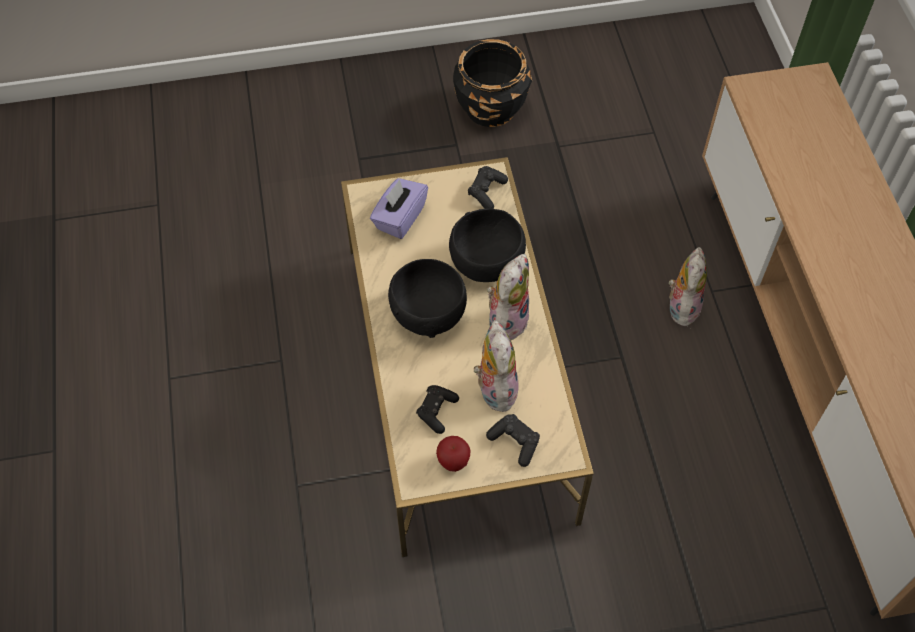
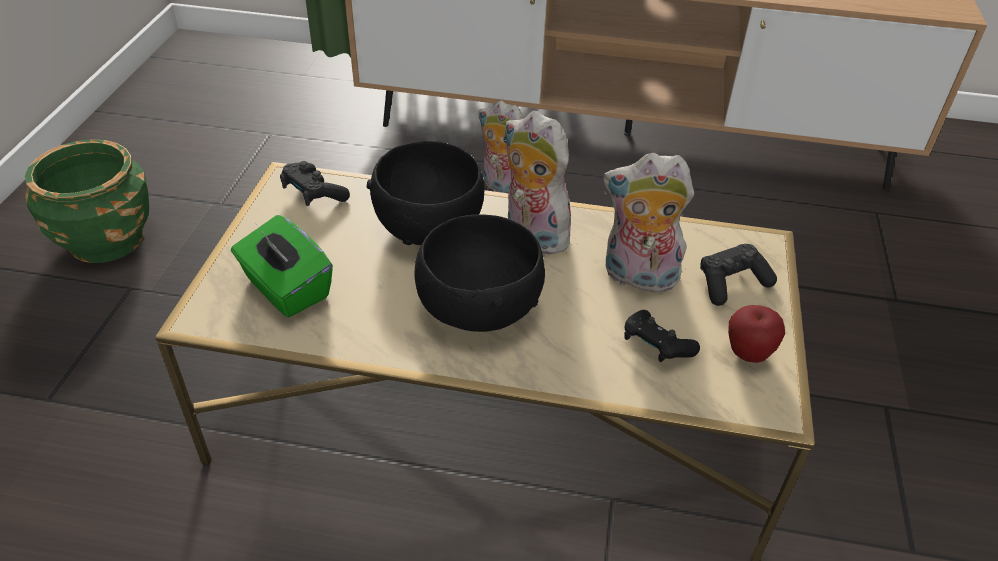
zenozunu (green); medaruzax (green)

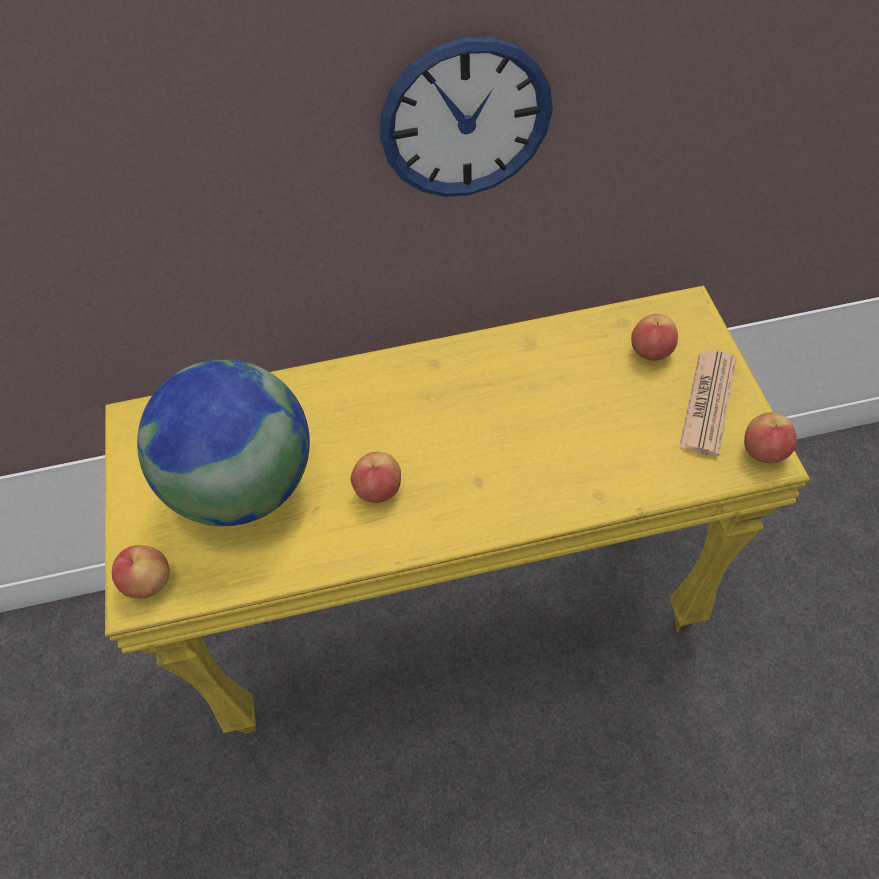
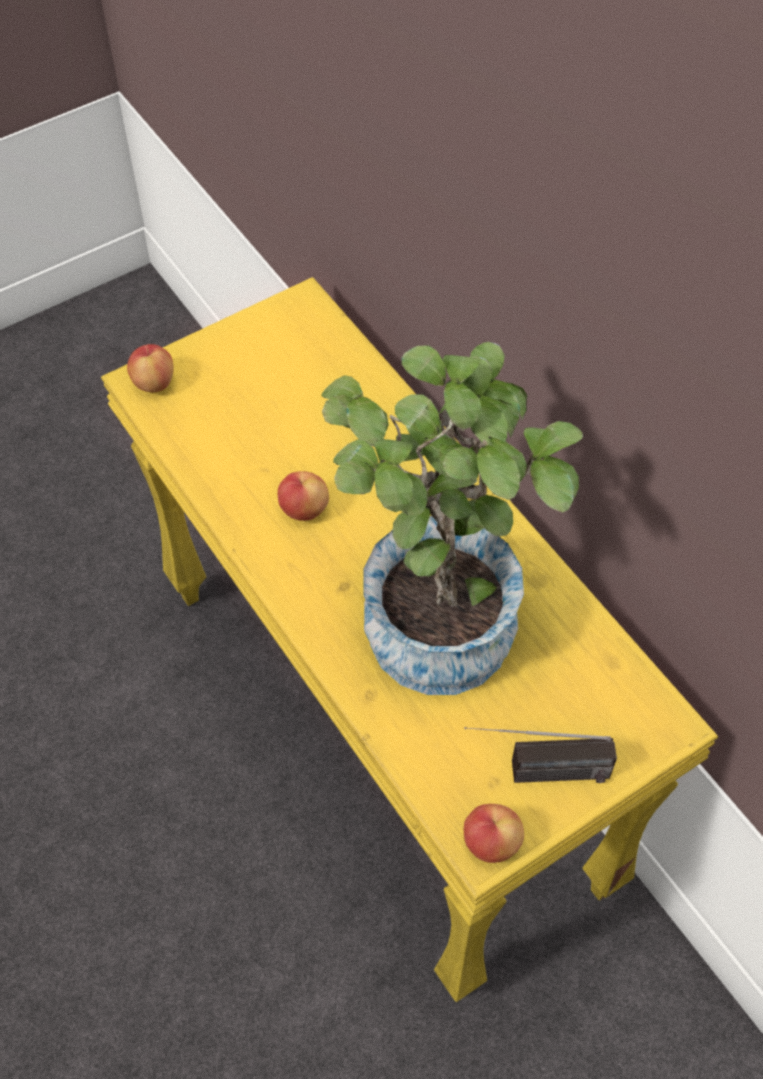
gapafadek; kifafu; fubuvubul (no. 3 from left in the first image); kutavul; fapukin

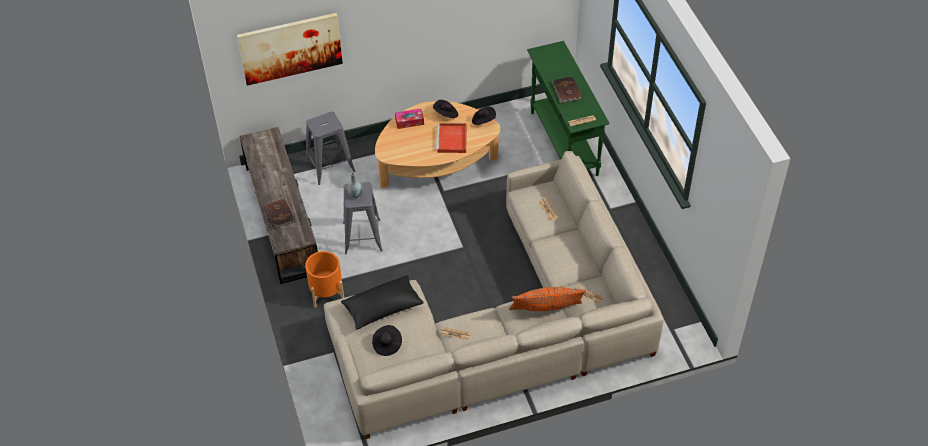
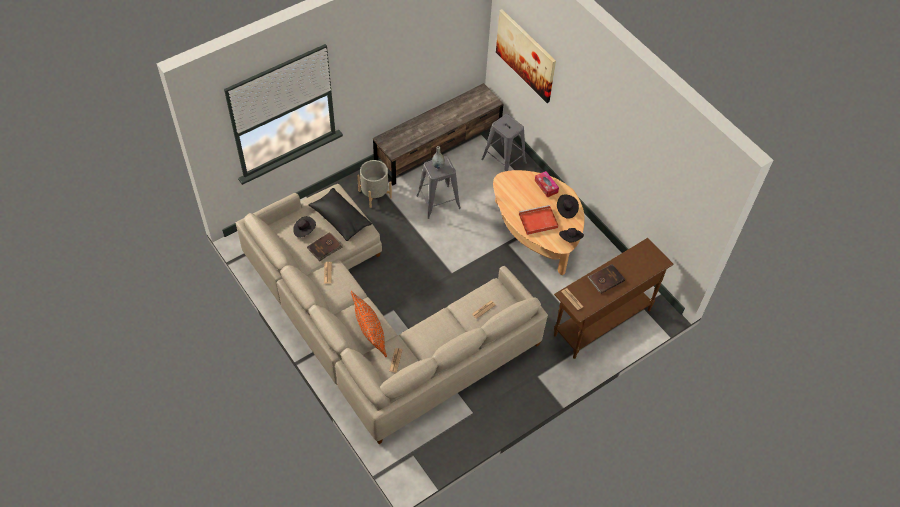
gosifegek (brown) (no. 1 from left); medaruzax (grey); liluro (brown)

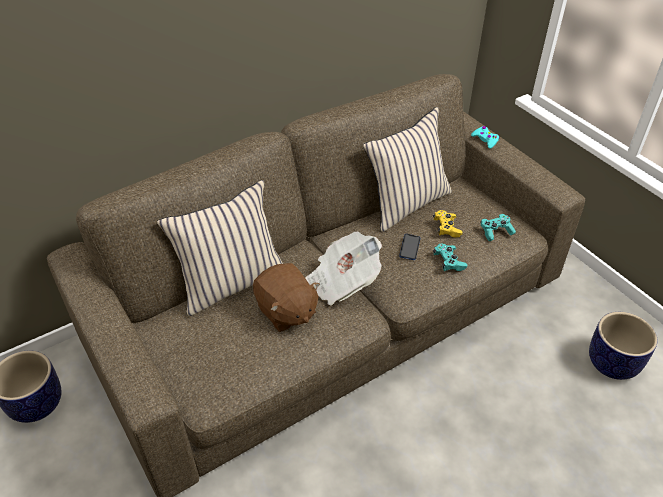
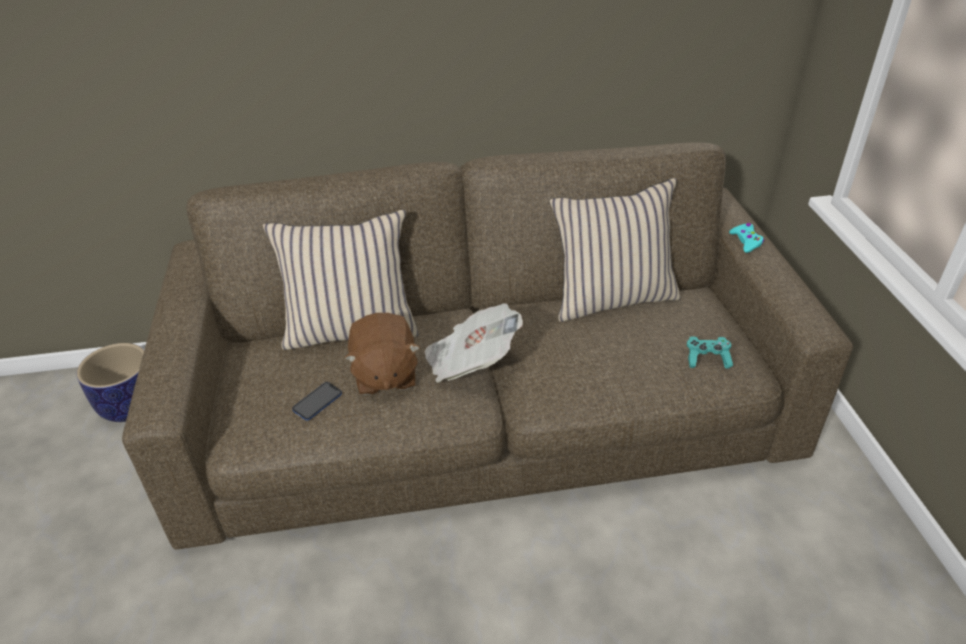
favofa; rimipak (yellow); rimipak (turquoise) (no. 1 from left in the first image); medaruzax (no. 2 from left in the first image)

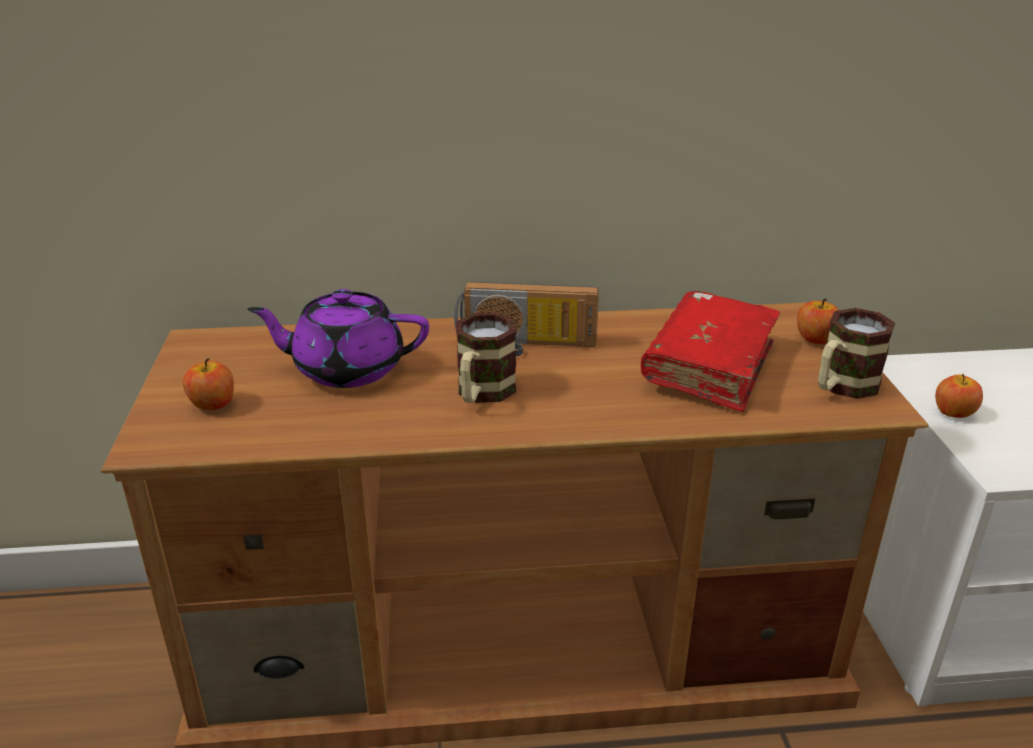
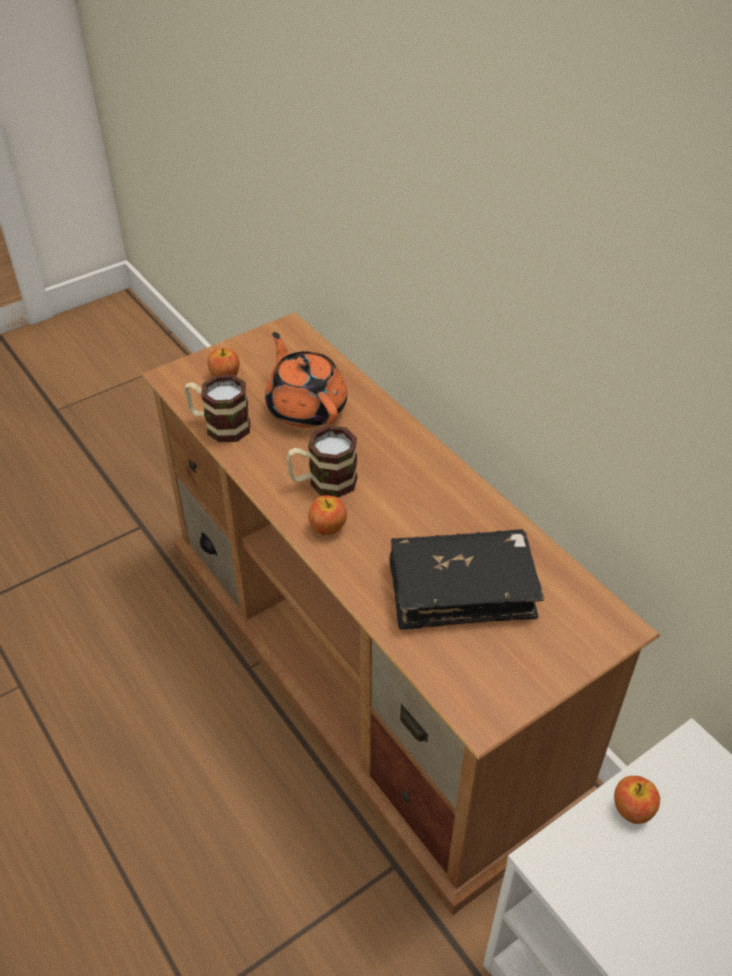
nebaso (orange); kutavul; gosifegek (black); fubuvubul (no. 2 from left); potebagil (no. 1 from left)

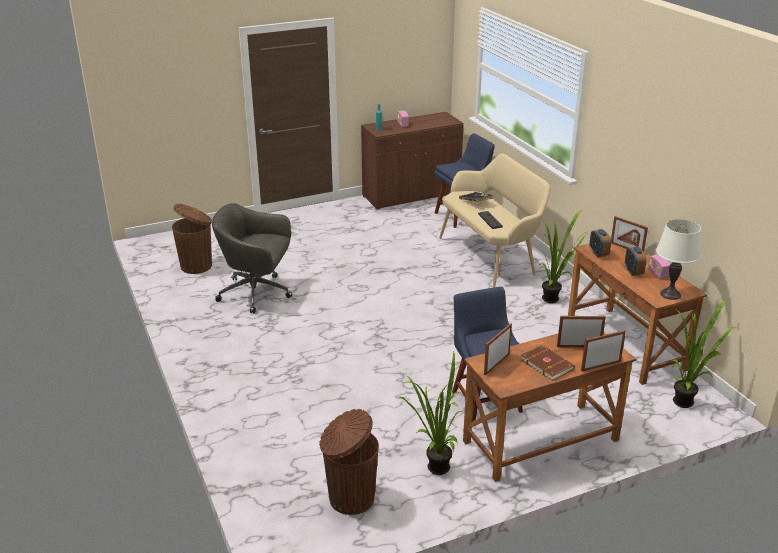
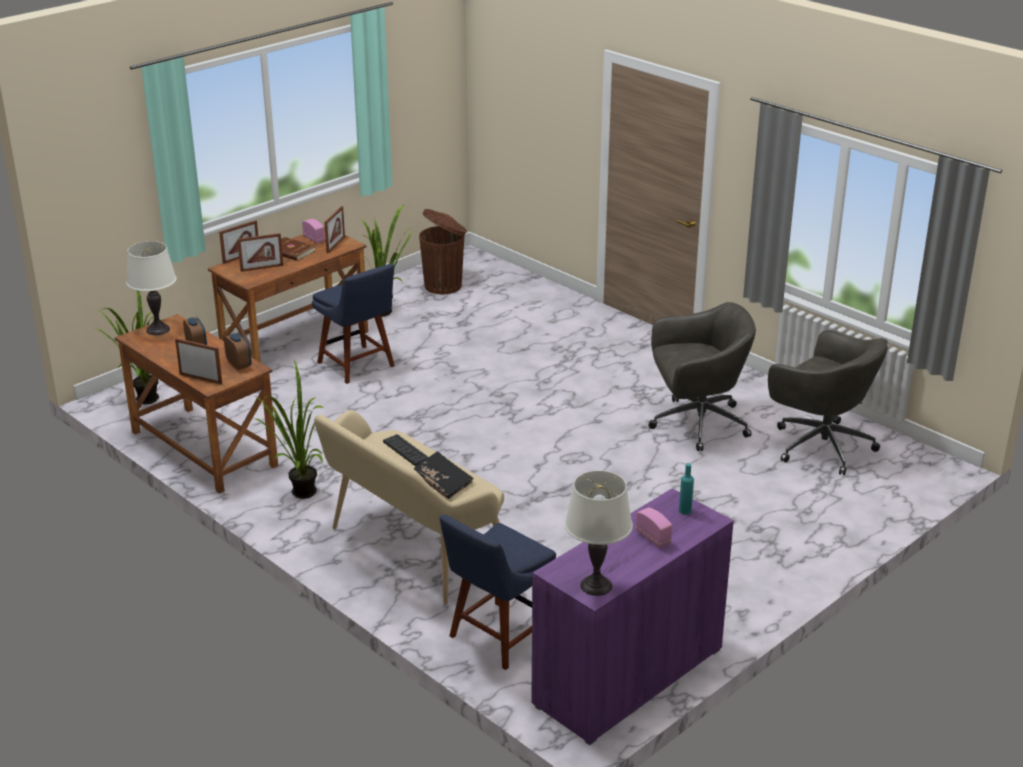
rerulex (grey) (no. 2 from left); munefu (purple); kutavul (no. 1 from left); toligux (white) (no. 2 from left)

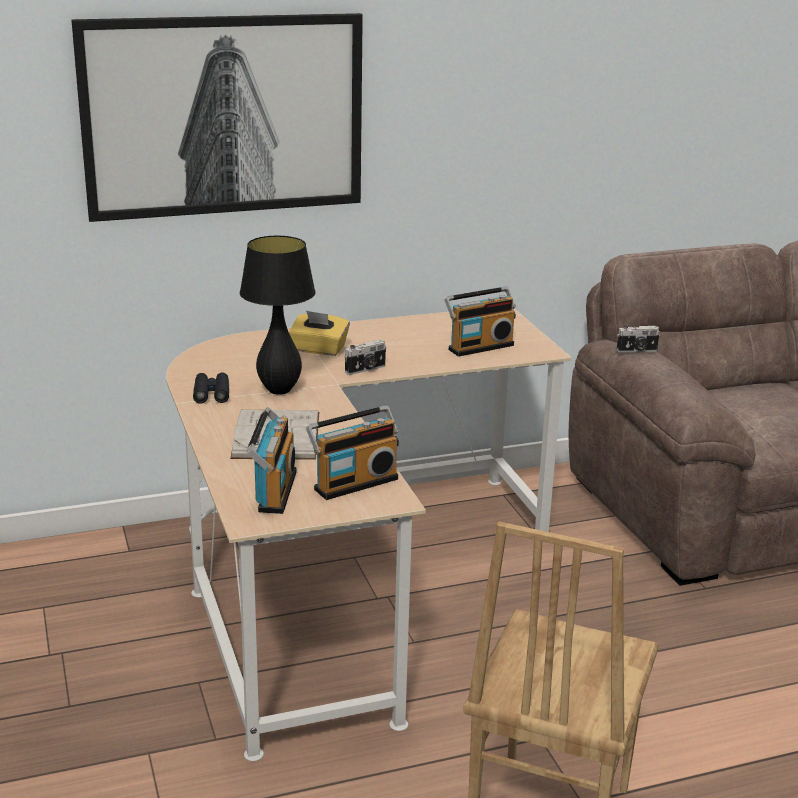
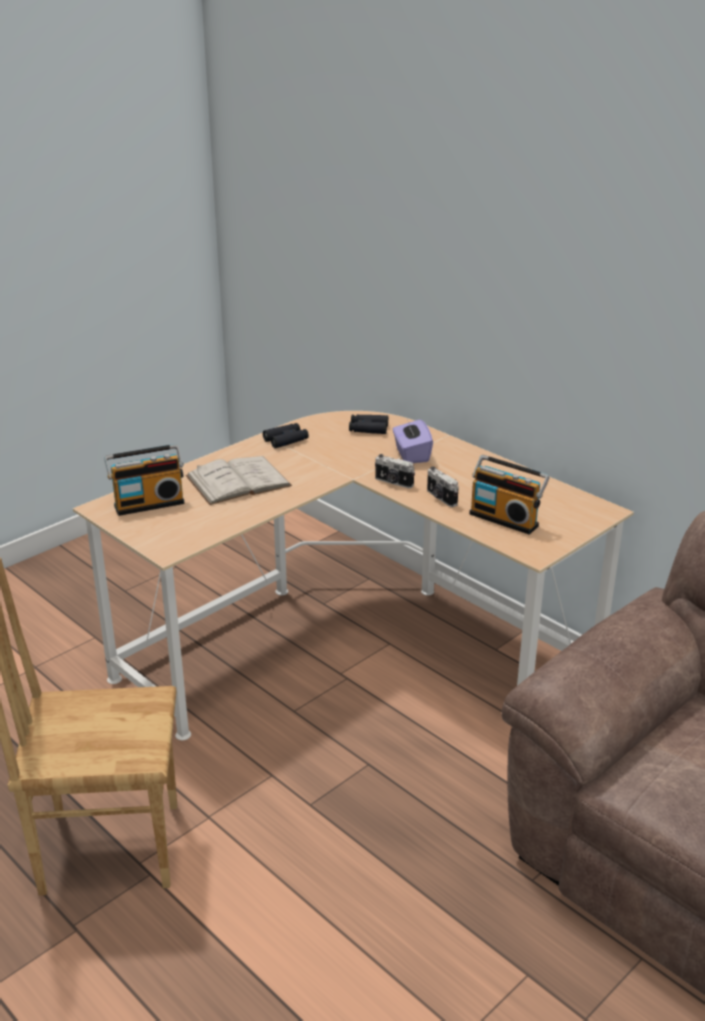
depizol; toligux (black); zenozunu (purple); kutavul (no. 2 from left in the first image); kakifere (no. 2 from left); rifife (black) (no. 2 from left)

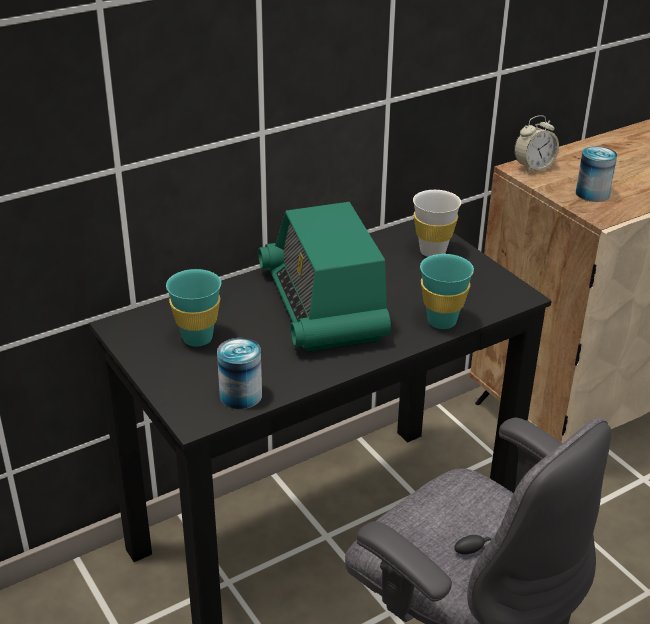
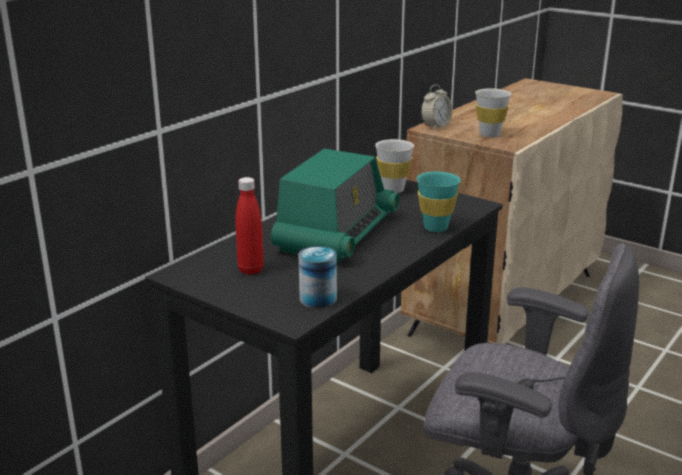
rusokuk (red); kutavul; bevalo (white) (no. 2 from left)

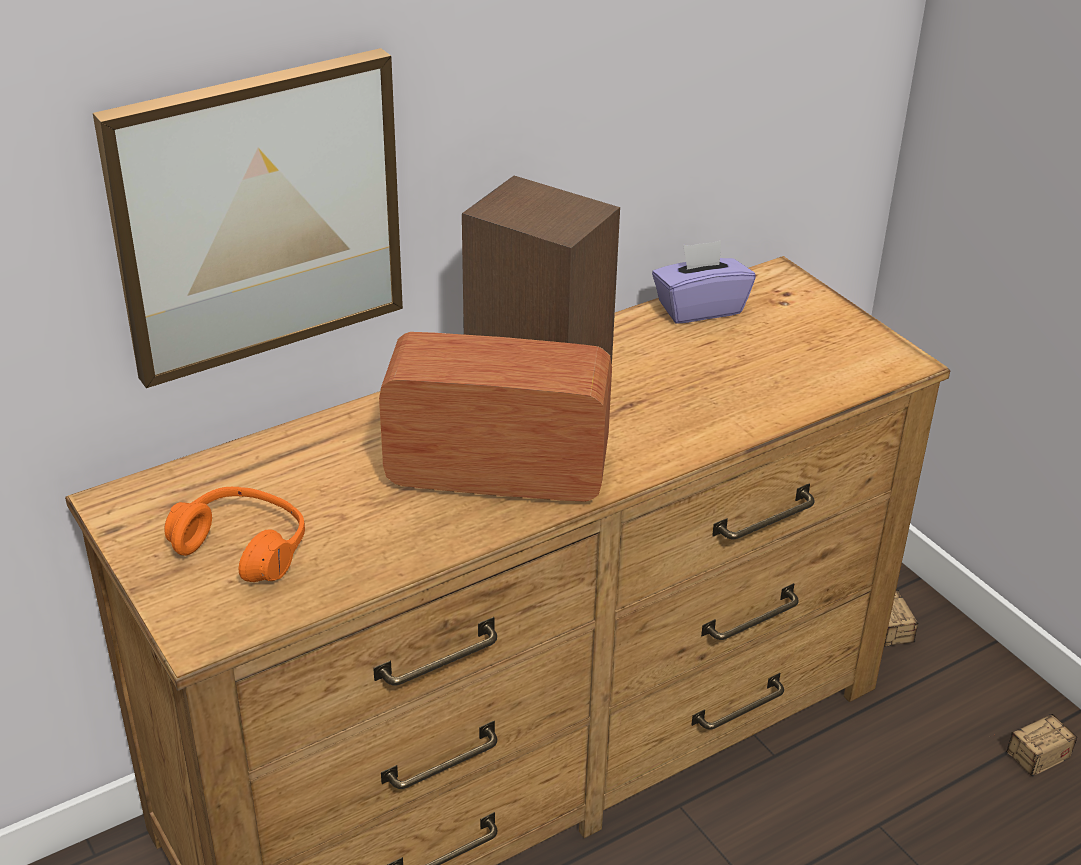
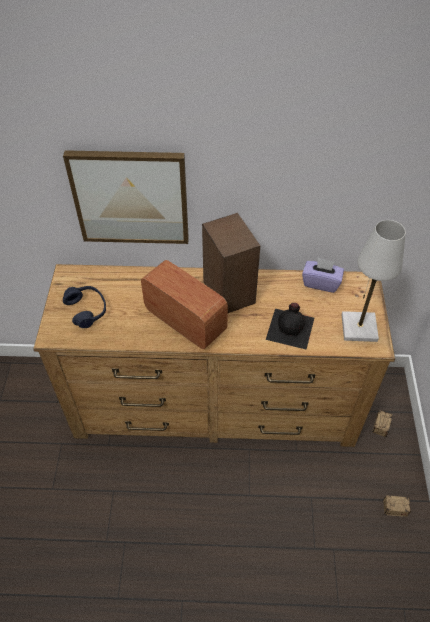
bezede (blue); rusokuk (black); toligux (white)

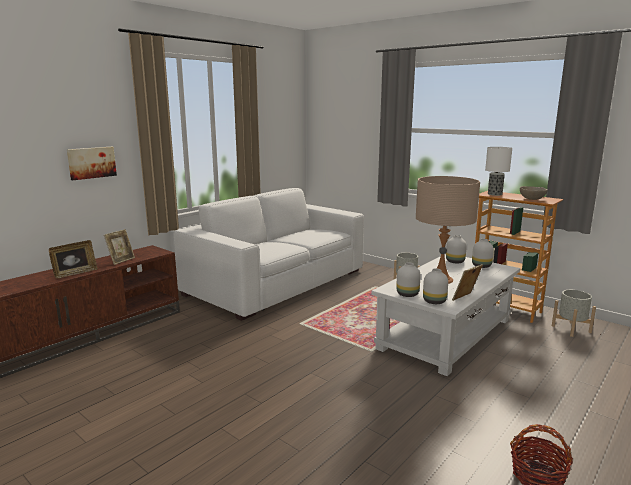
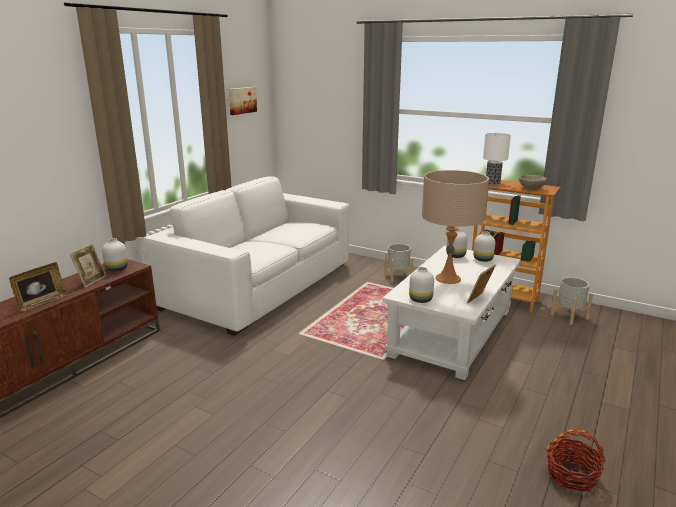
depizol; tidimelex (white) (no. 1 from left)

